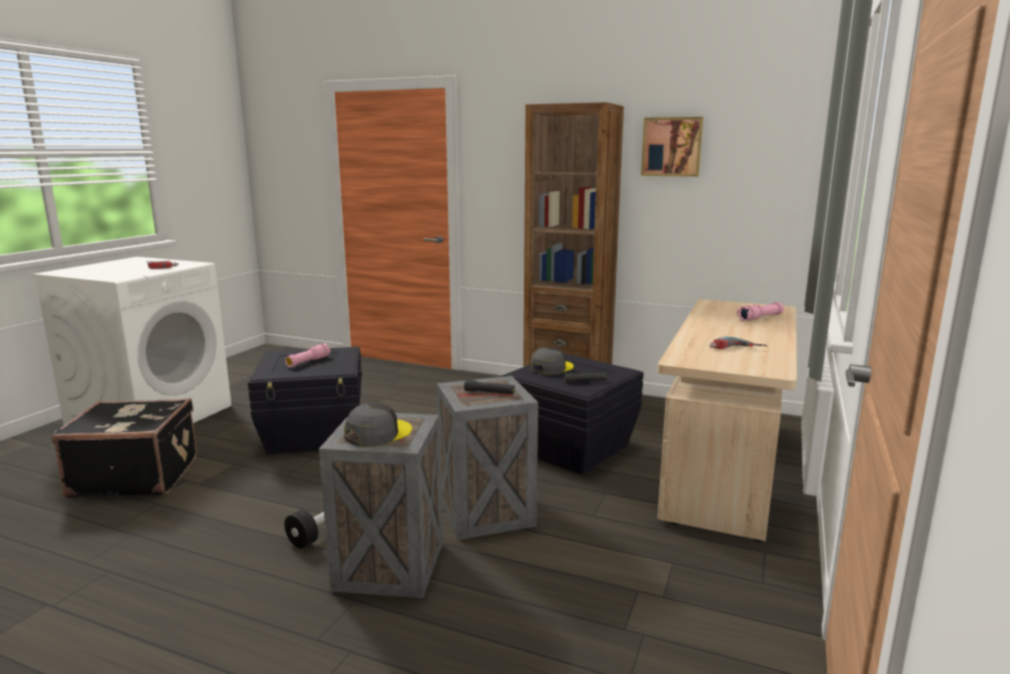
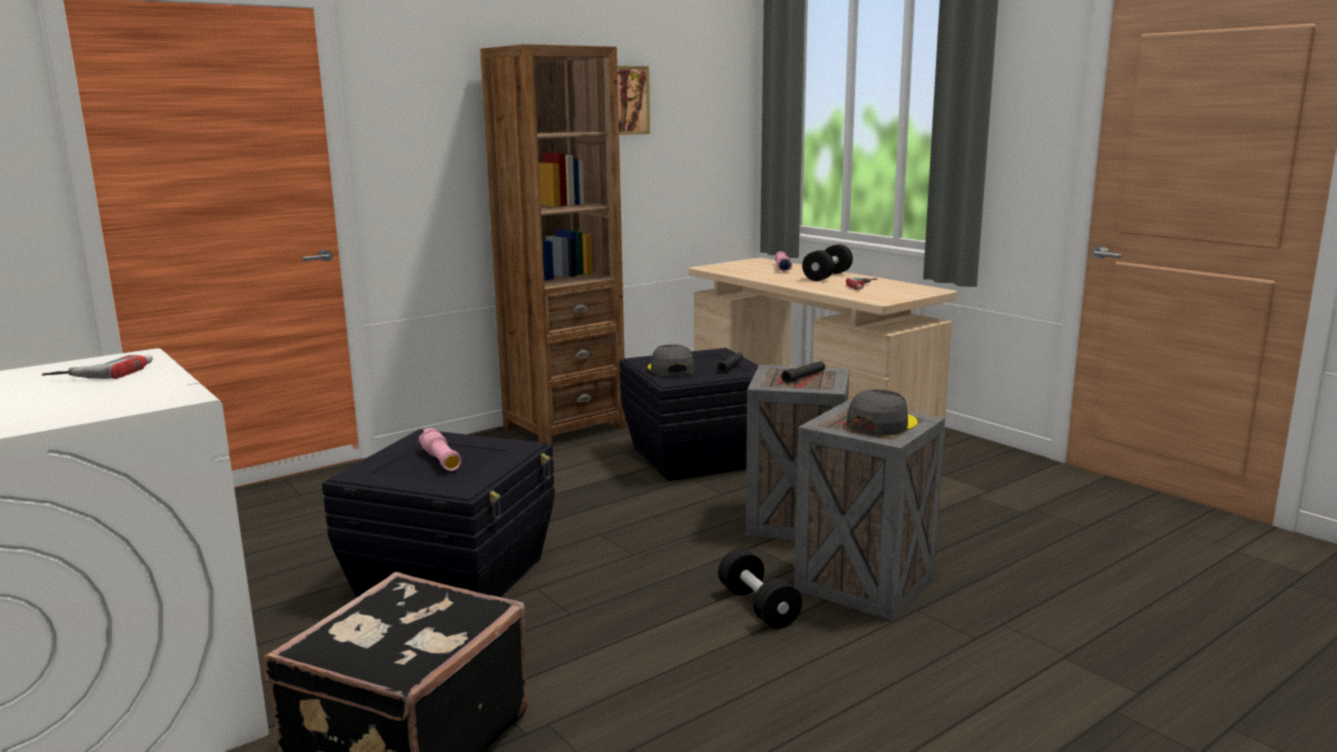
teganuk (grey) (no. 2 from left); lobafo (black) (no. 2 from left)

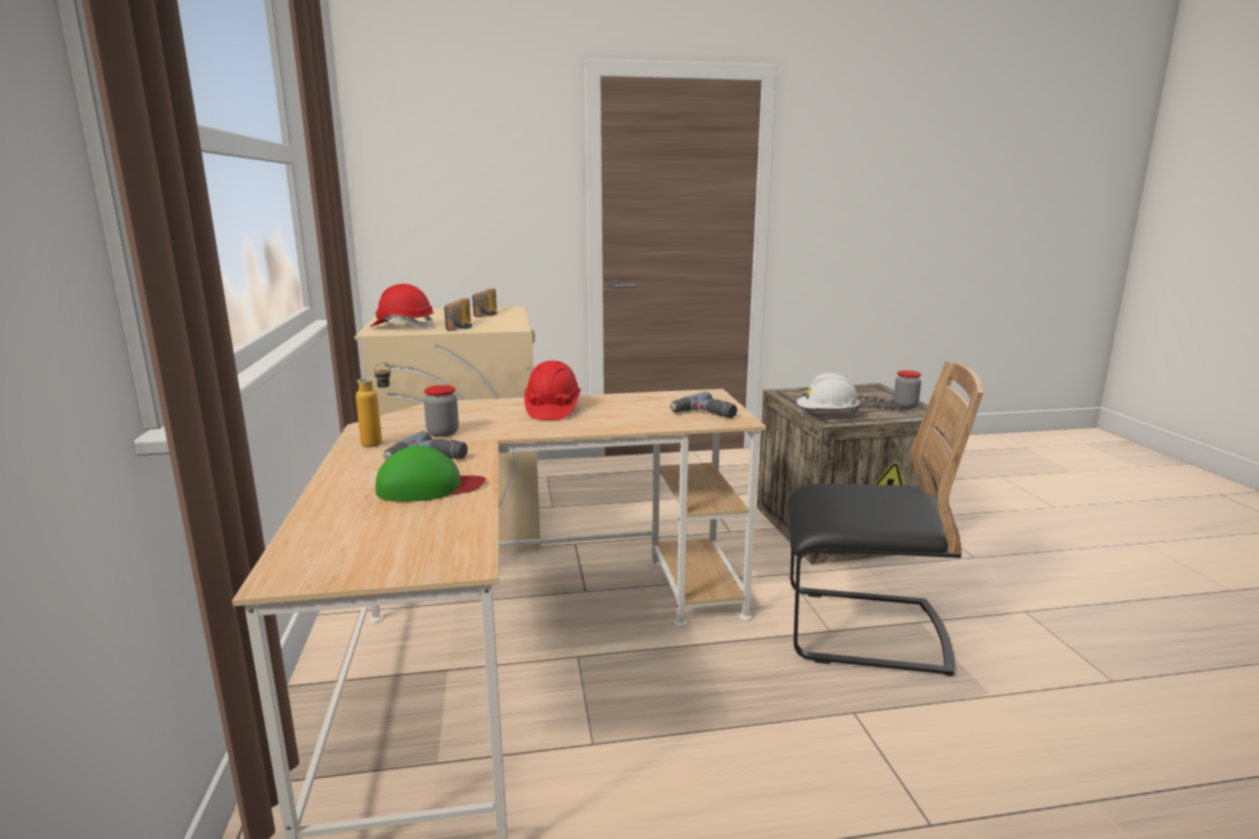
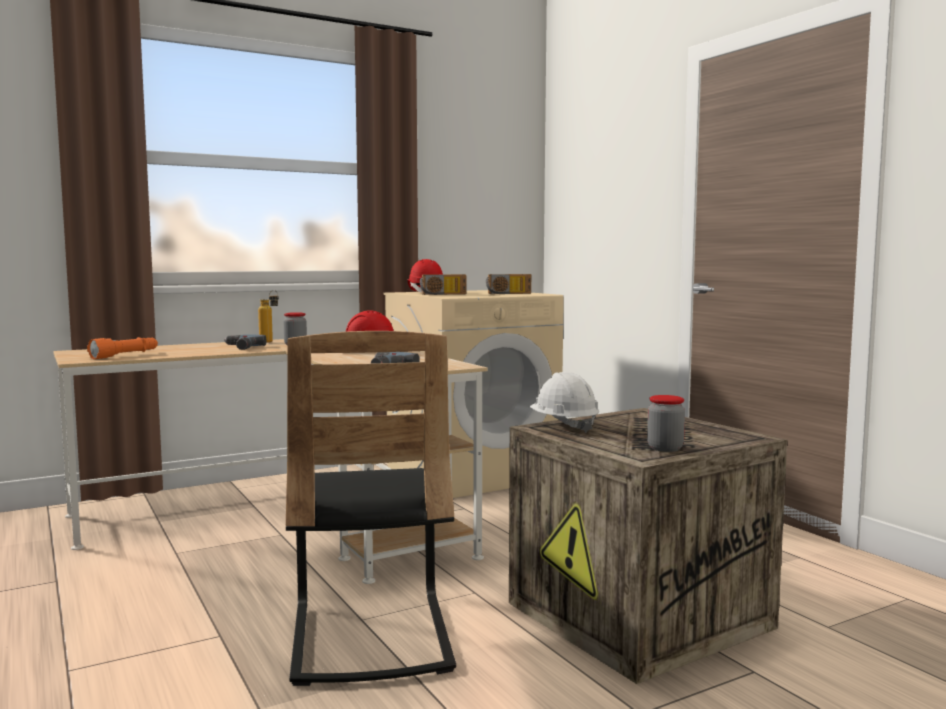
teganuk (green); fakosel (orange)

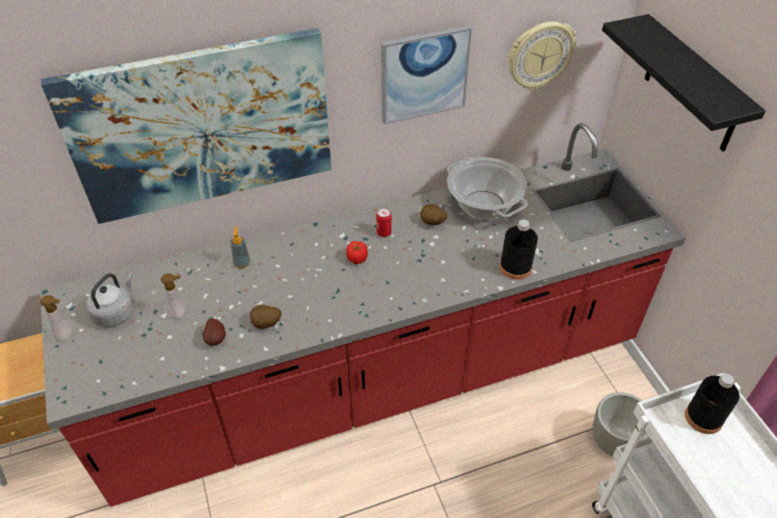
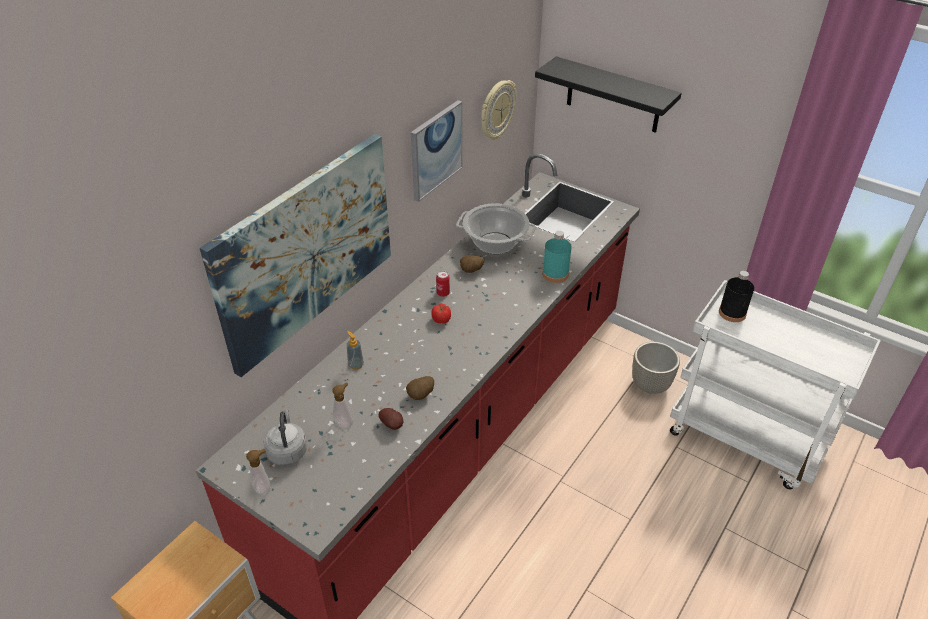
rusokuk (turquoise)

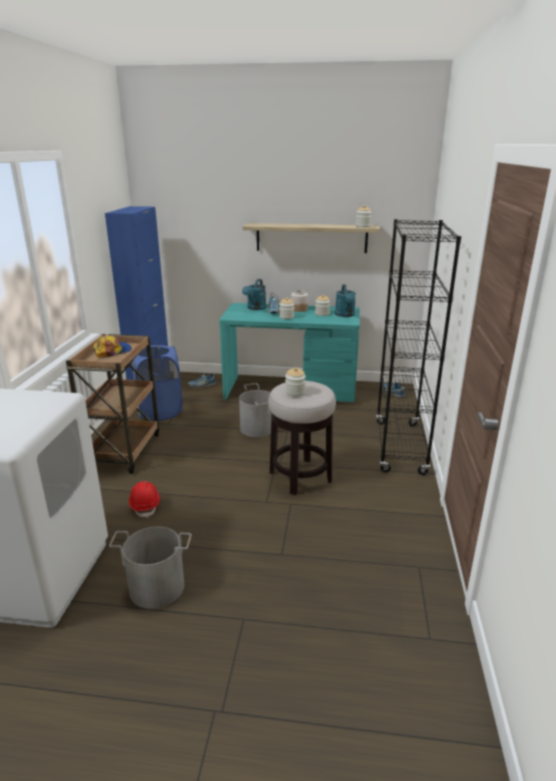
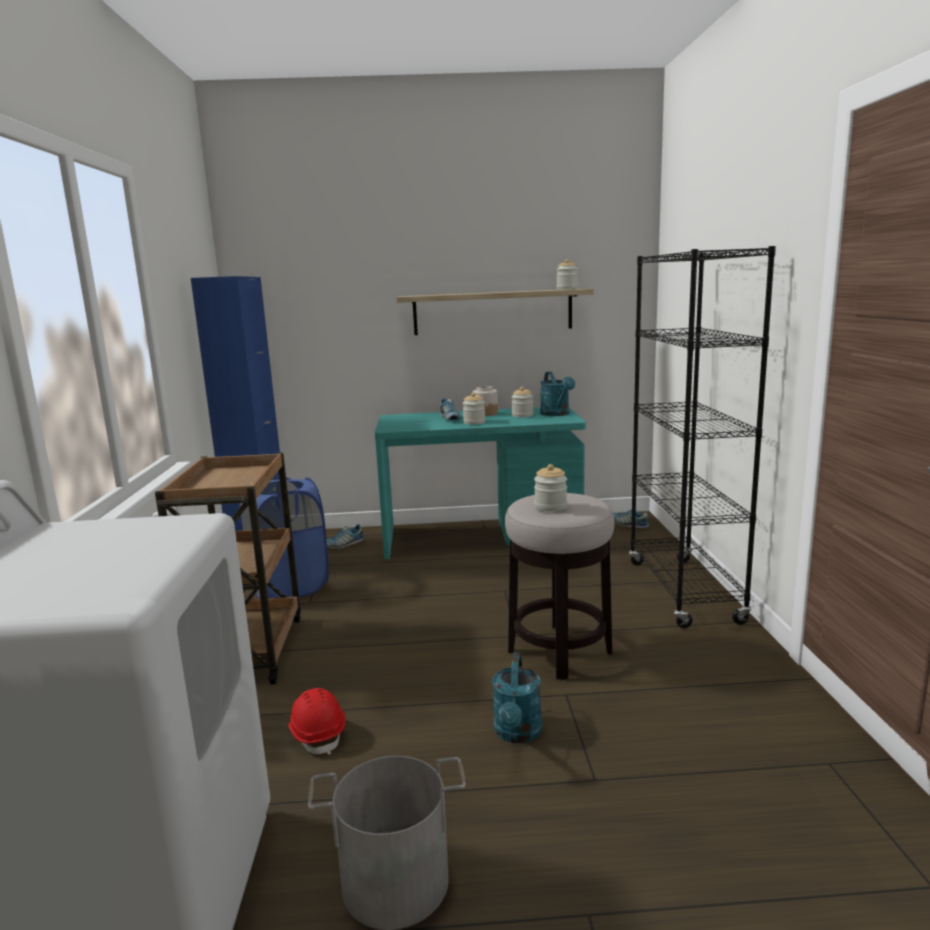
teganuk; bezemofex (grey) (no. 2 from left in the first image); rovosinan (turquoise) (no. 1 from left)

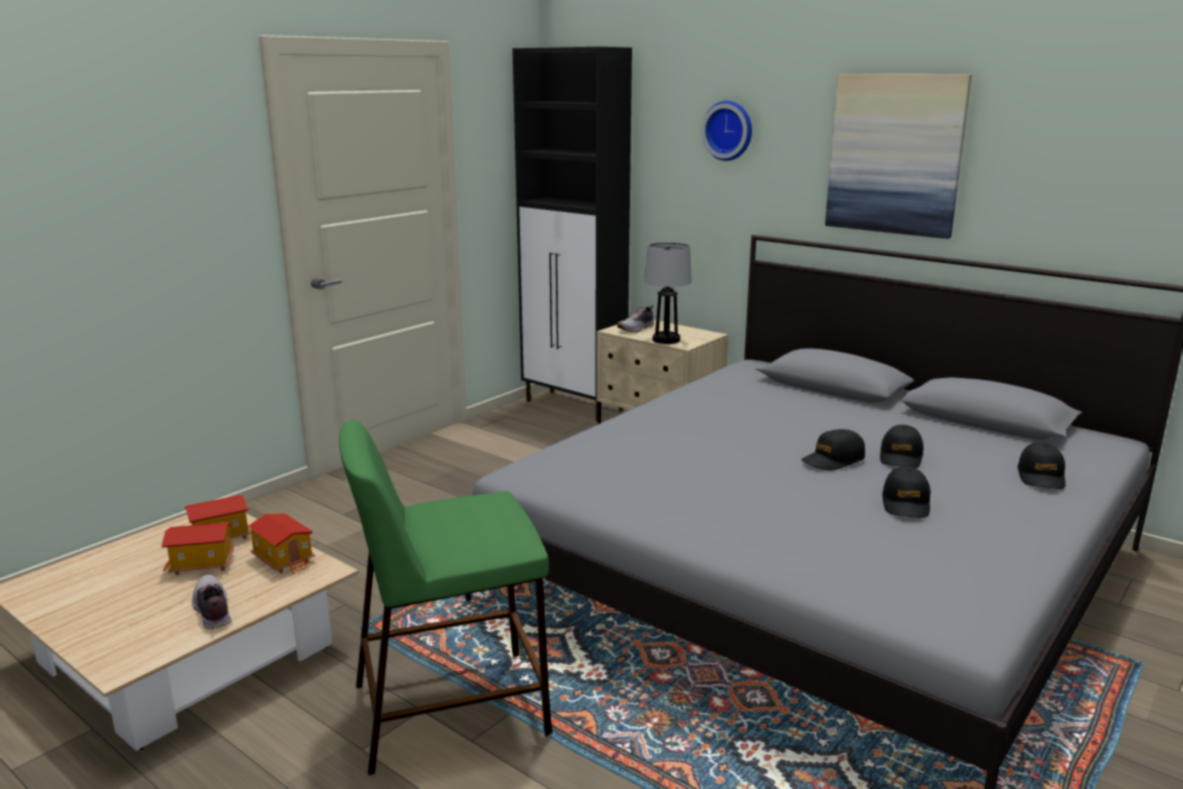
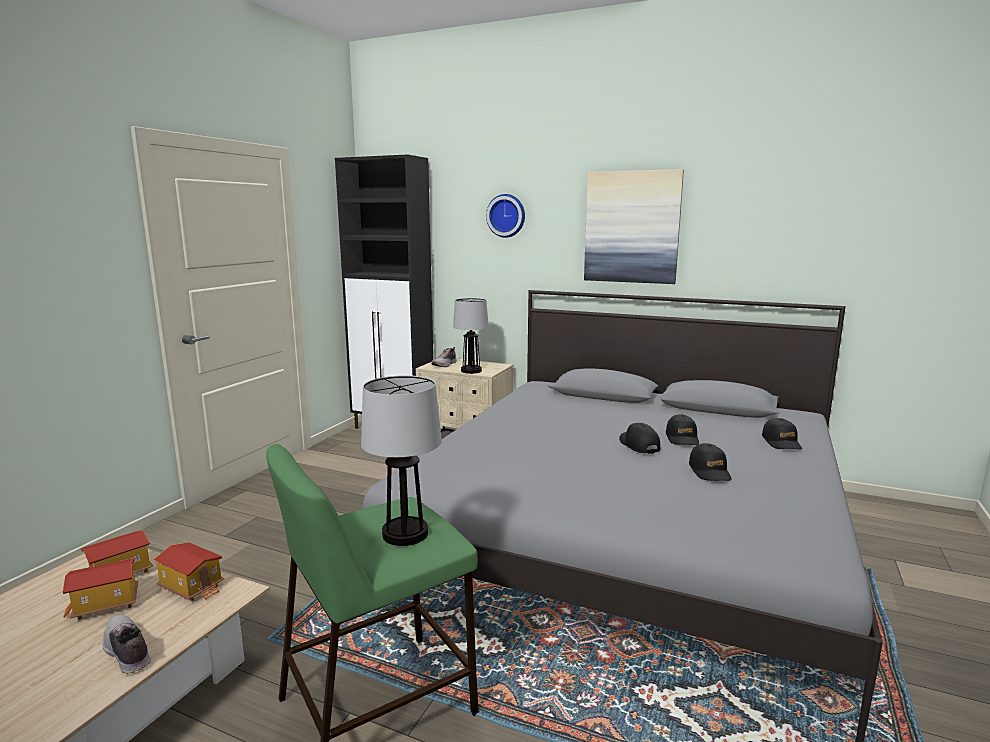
teganuk (black) (no. 1 from left); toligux (no. 1 from left)

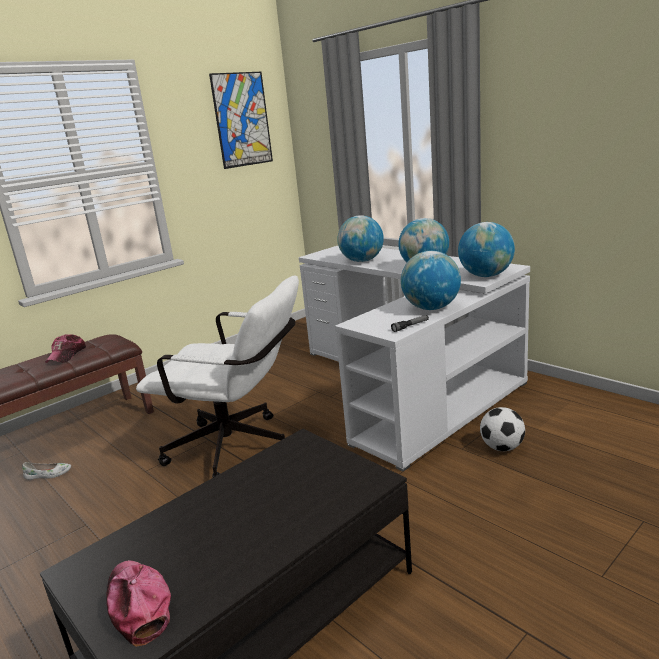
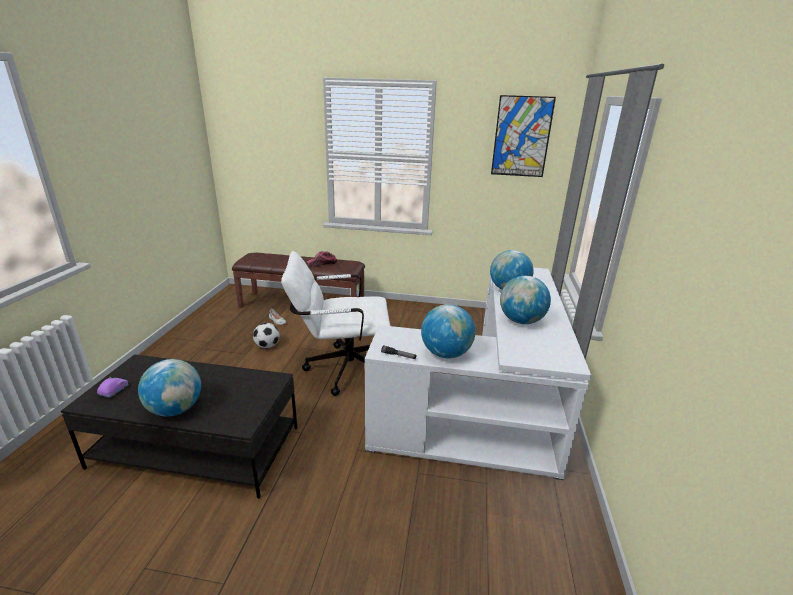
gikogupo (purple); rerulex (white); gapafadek (no. 1 from left); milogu

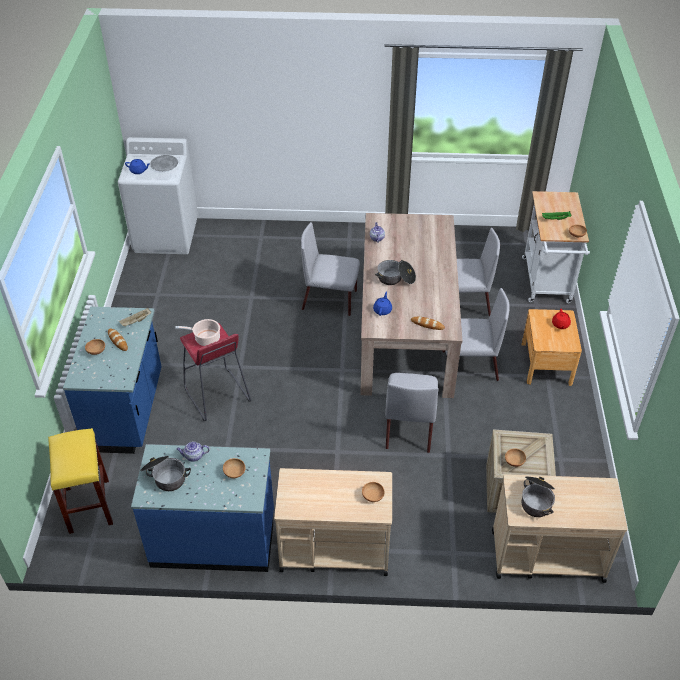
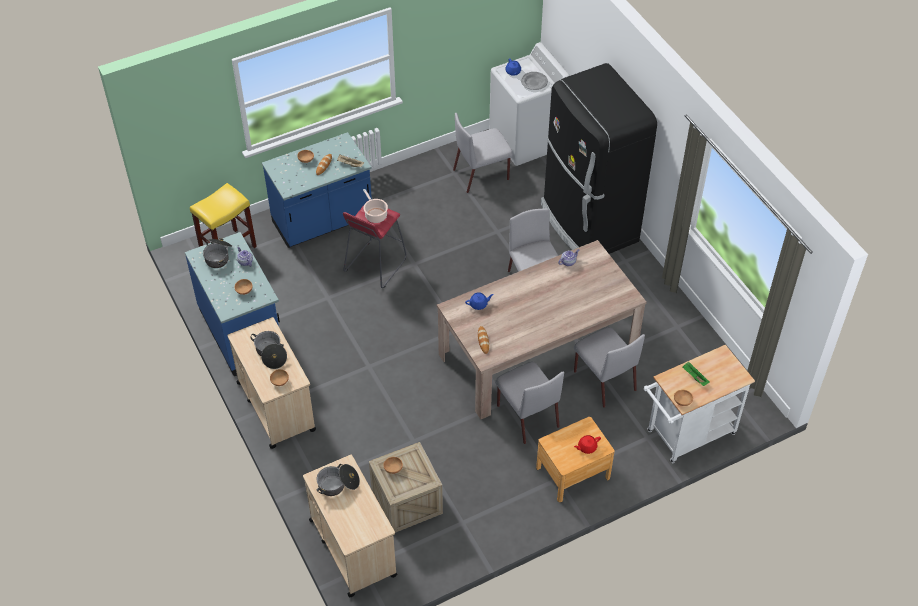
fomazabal (no. 2 from left); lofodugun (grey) (no. 1 from left); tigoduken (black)

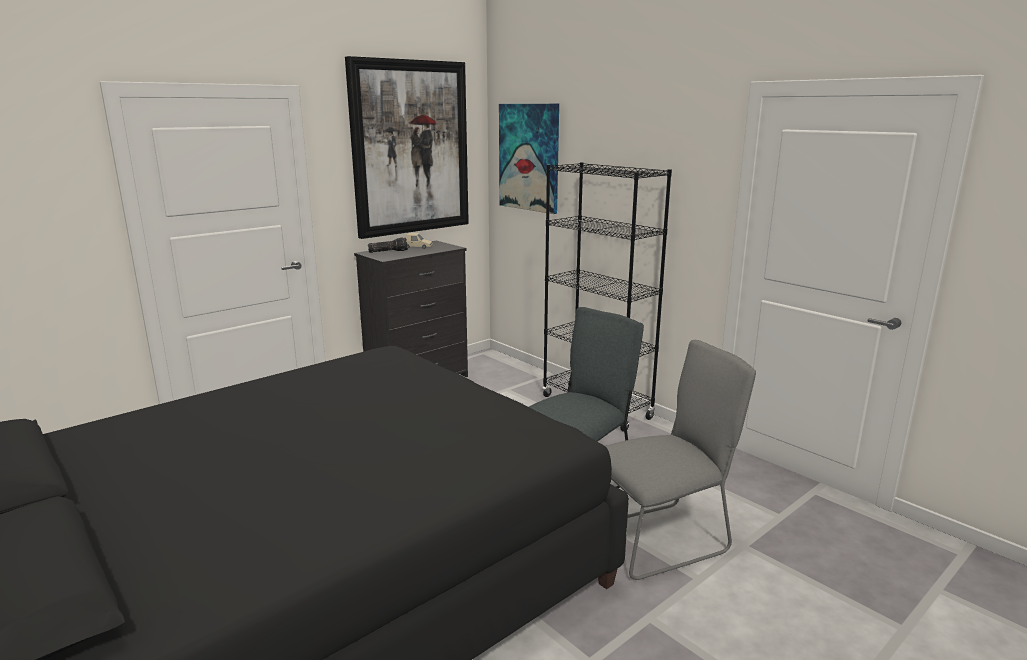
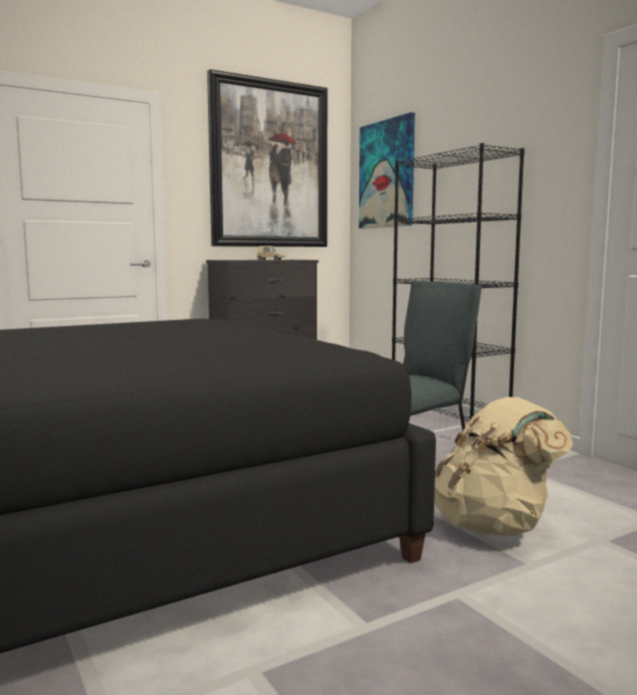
fakosel; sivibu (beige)

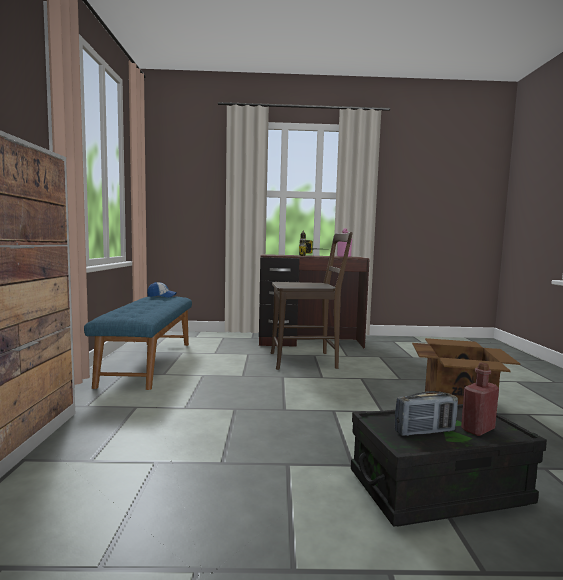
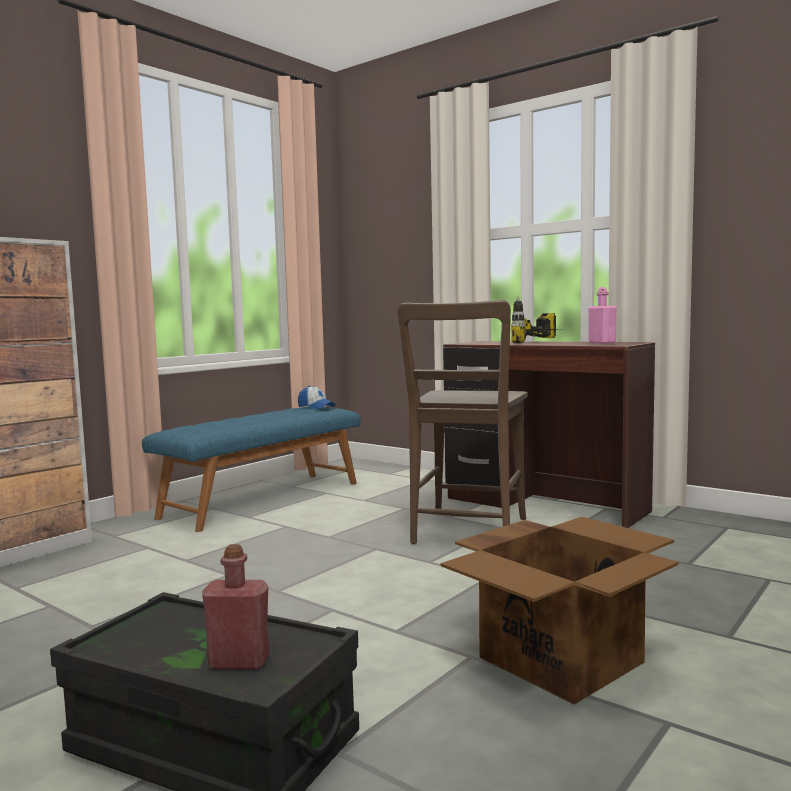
lofodugun (brown); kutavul

